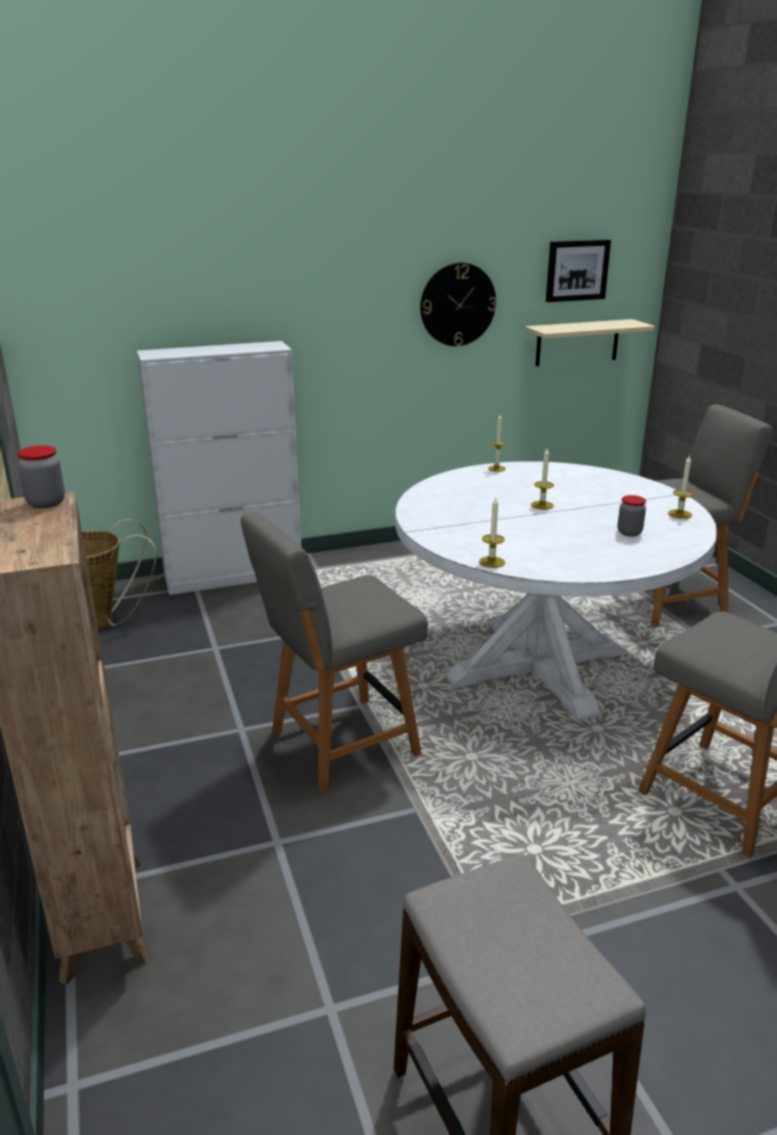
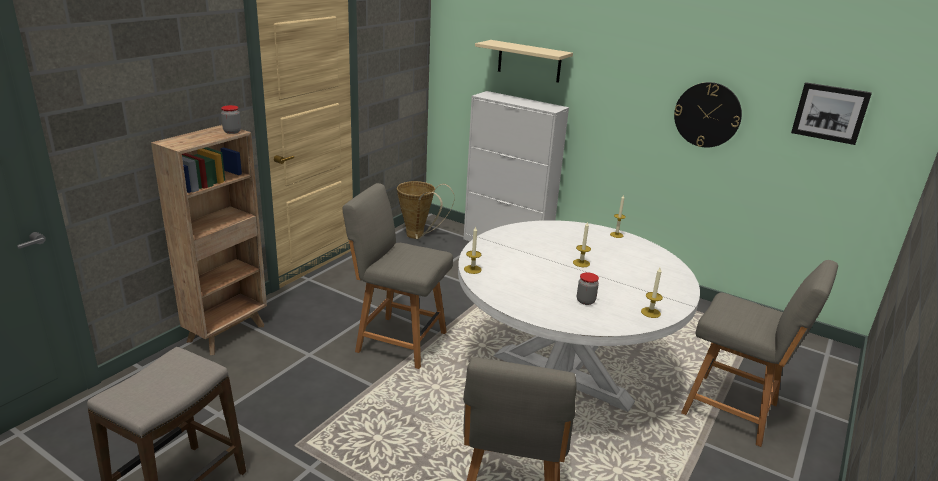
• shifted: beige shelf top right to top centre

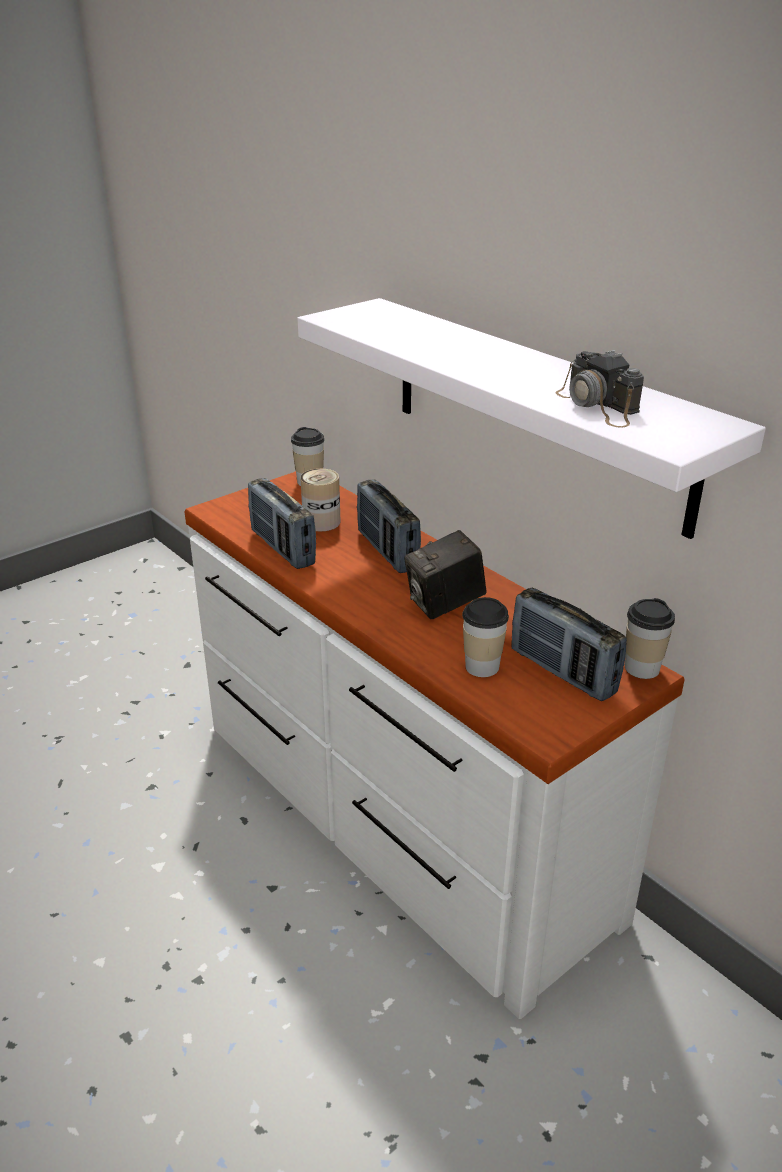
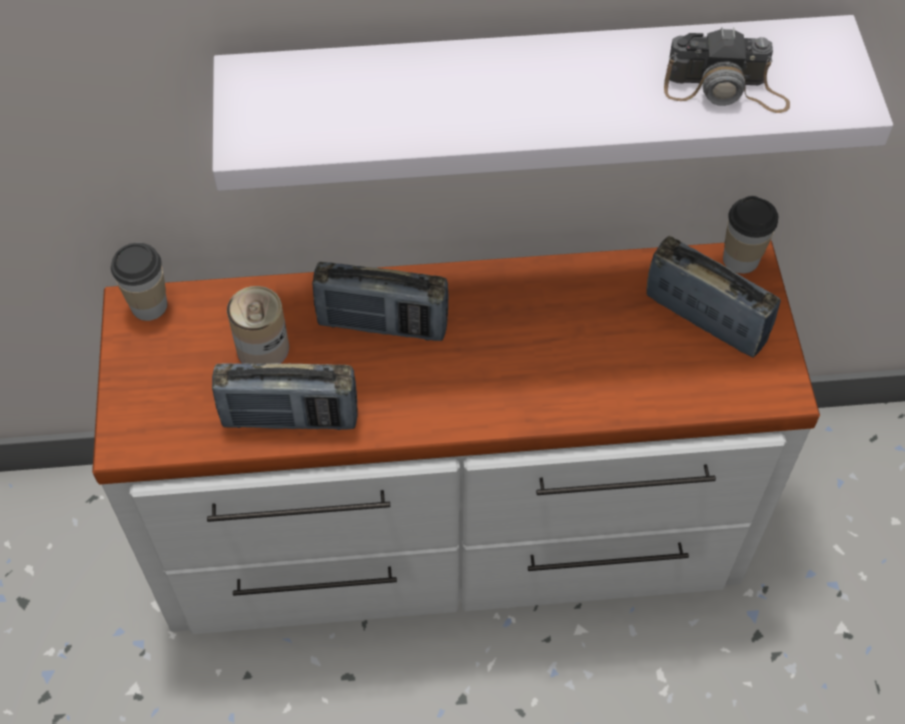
• rotated: radio (no. 3 from left) middle right = middle right 135 degrees counterclockwise
• gone: photo camera (no. 1 from left) centre
• gone: cup (no. 2 from left) centre

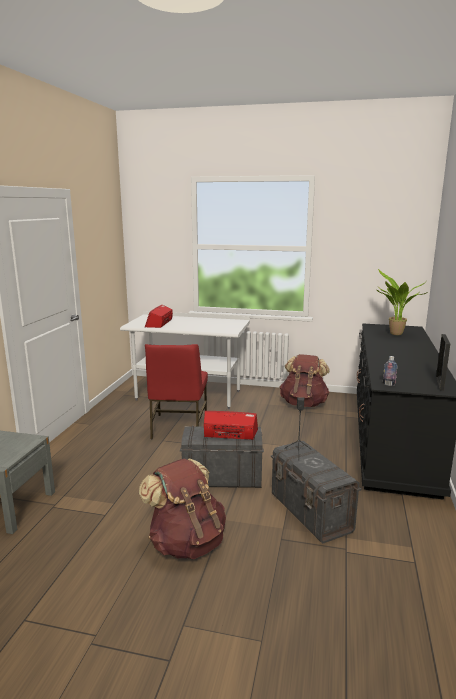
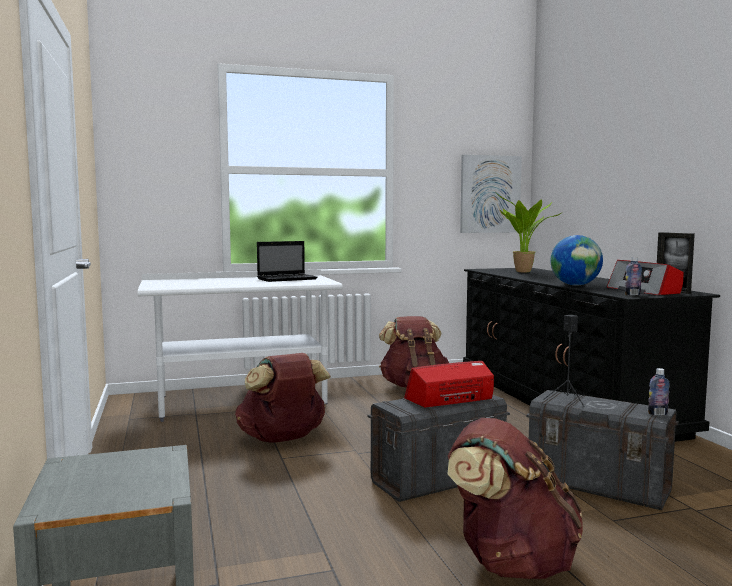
• swapped: red chair centre to brown backpack (no. 1 from left) bottom centre
• new: laptop centre
• new: picture top right
• new: globe middle right
• shifted: radio (no. 1 from left in the first image) centre to radio (no. 2 from left) middle right
• new: bottle (no. 2 from left) bottom right

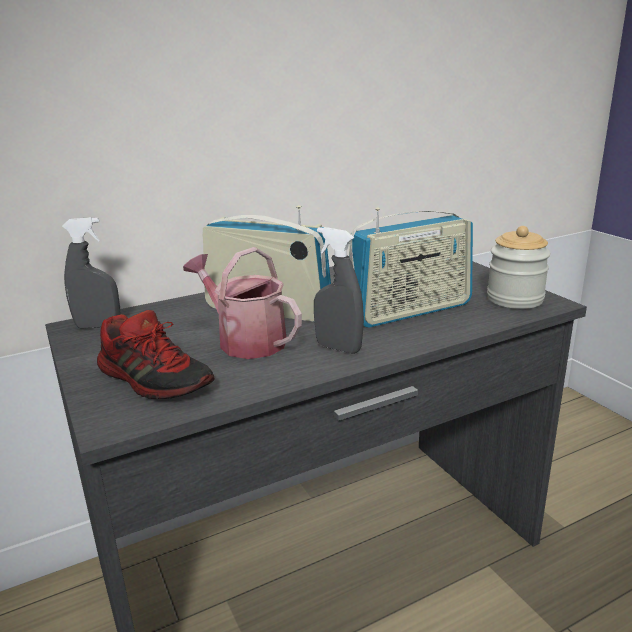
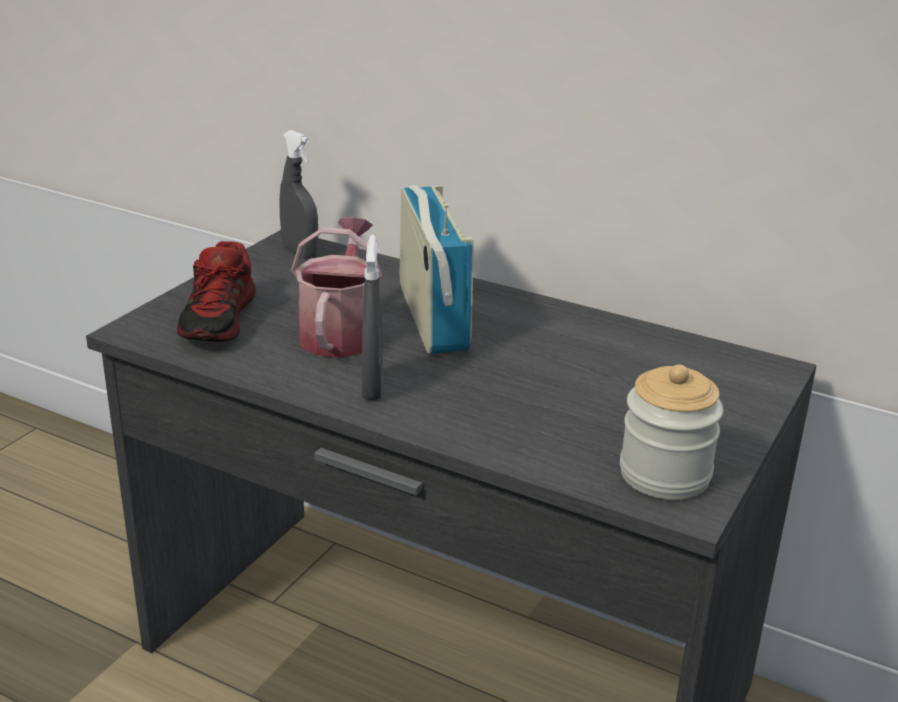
• gone: radio (no. 2 from left) centre

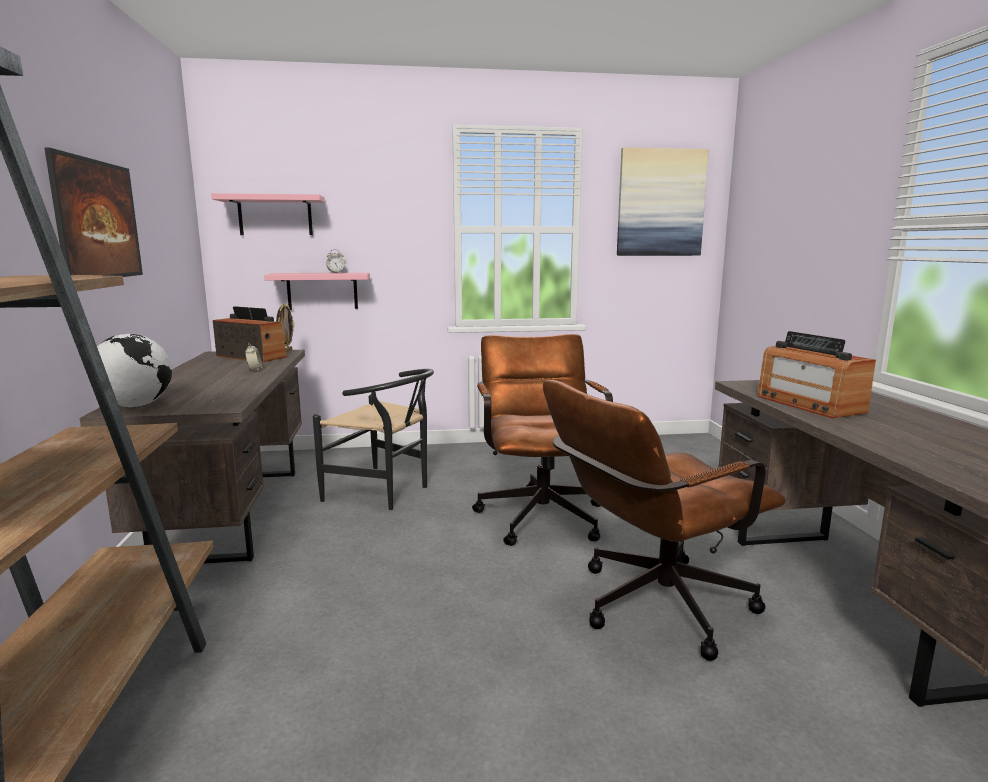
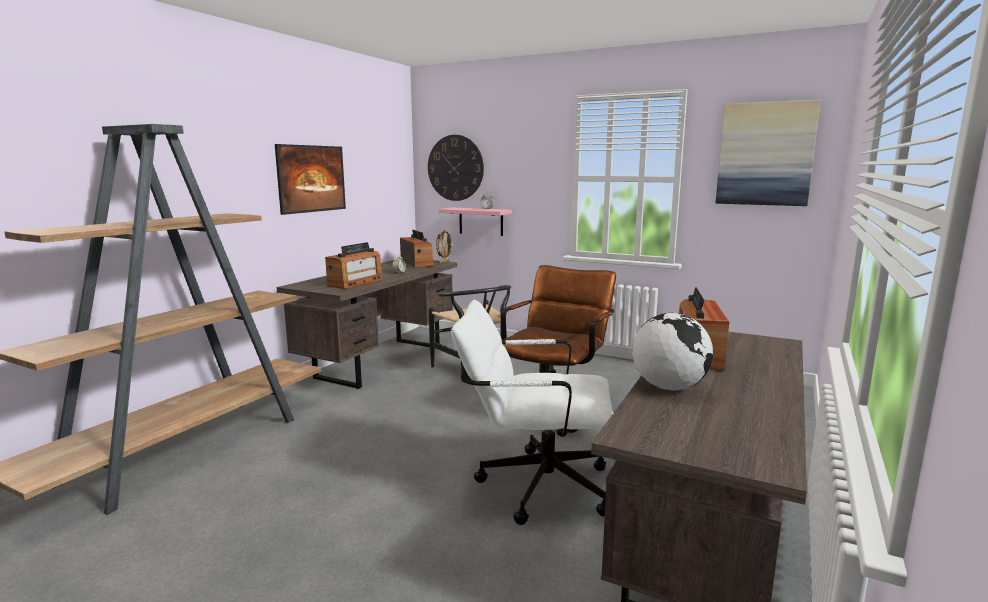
• new: radio (no. 1 from left) centre
• swapped: pink shelf (no. 1 from left) top left to wall clock top centre
• repainted: brown office chair (no. 2 from left) middle right to white office chair bottom centre
• shifted: globe middle left to middle right

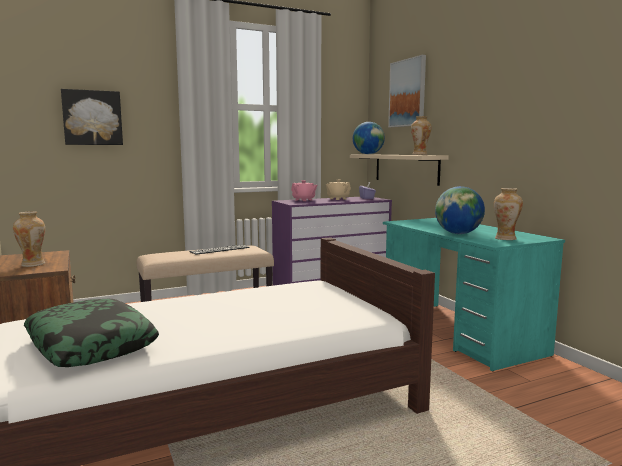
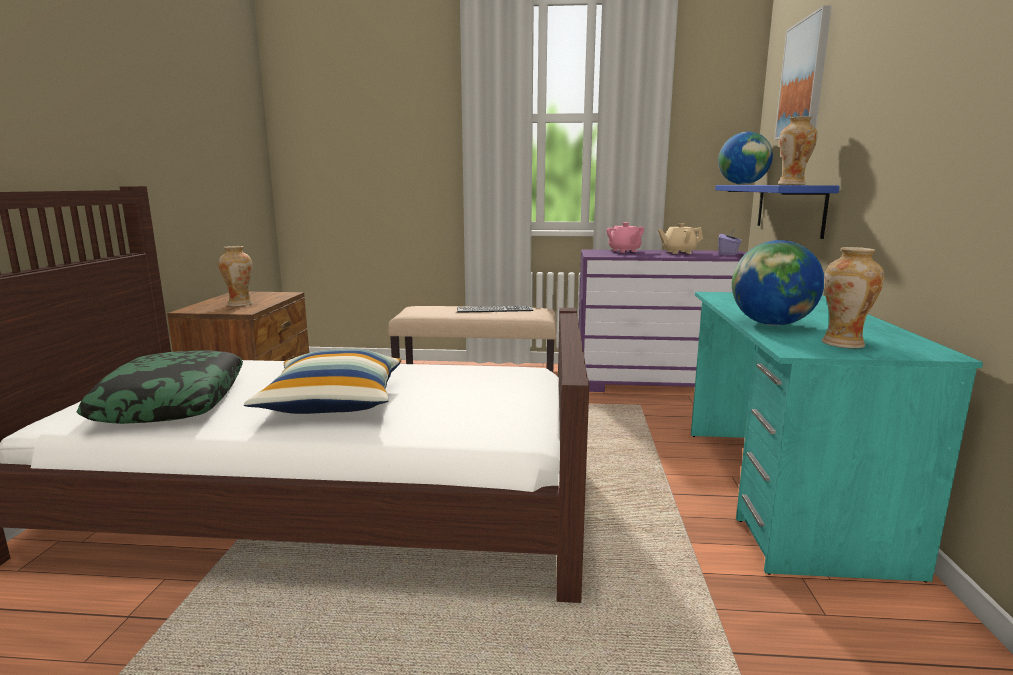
• new: pillow (no. 2 from left) middle left
• repainted: beige shelf centre to blue shelf top right
• gone: picture (no. 1 from left) top left

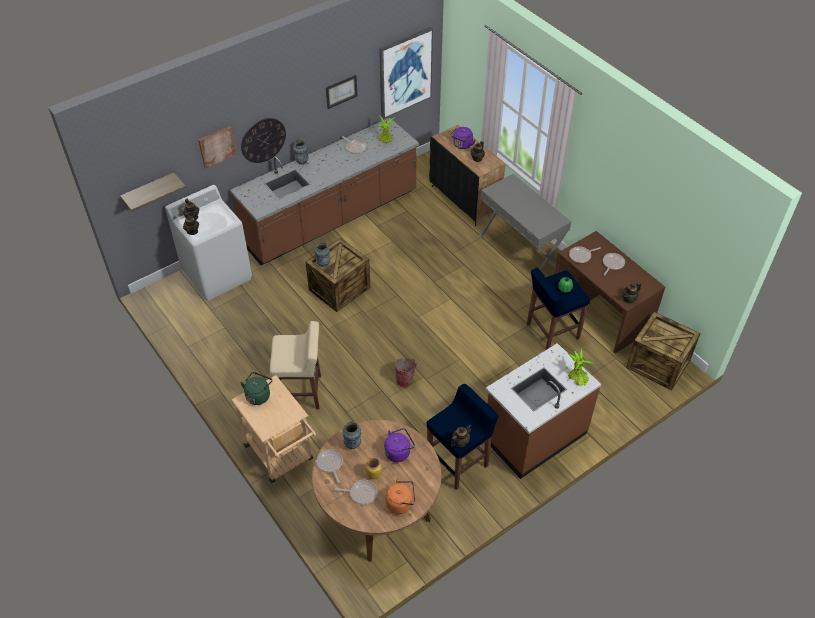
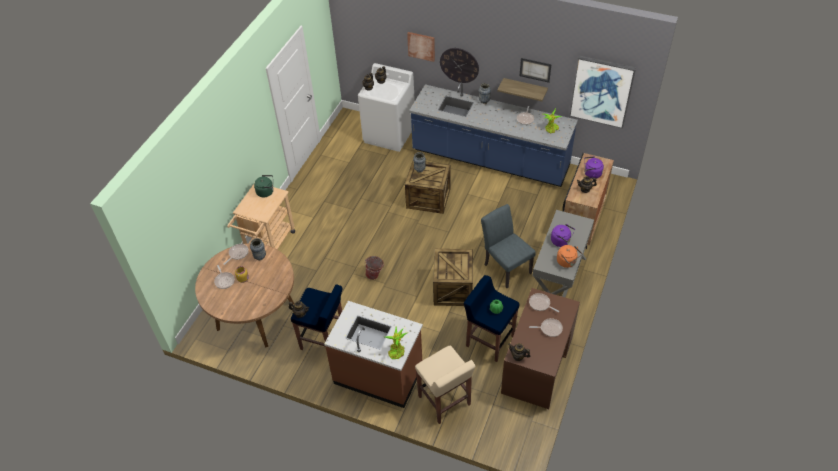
• repainted: brown counter (no. 1 from left) top centre to blue counter top centre
• shifted: beige stool centre to bottom centre
• shifted: crate (no. 2 from left) middle right to centre
• new: grey chair centre
• shifted: shelf top left to top centre
• shifted: purple kettle (no. 1 from left) bottom centre to middle right
• shifted: orange kettle bottom centre to middle right

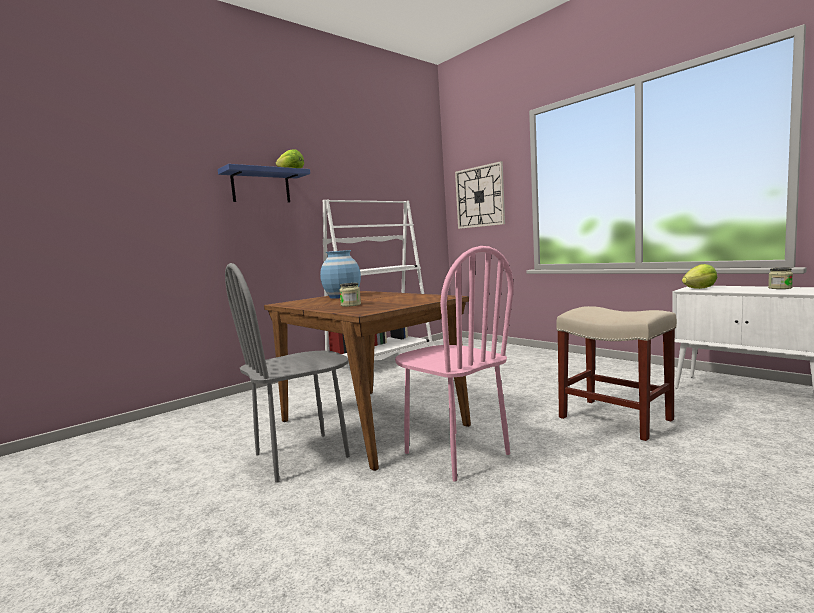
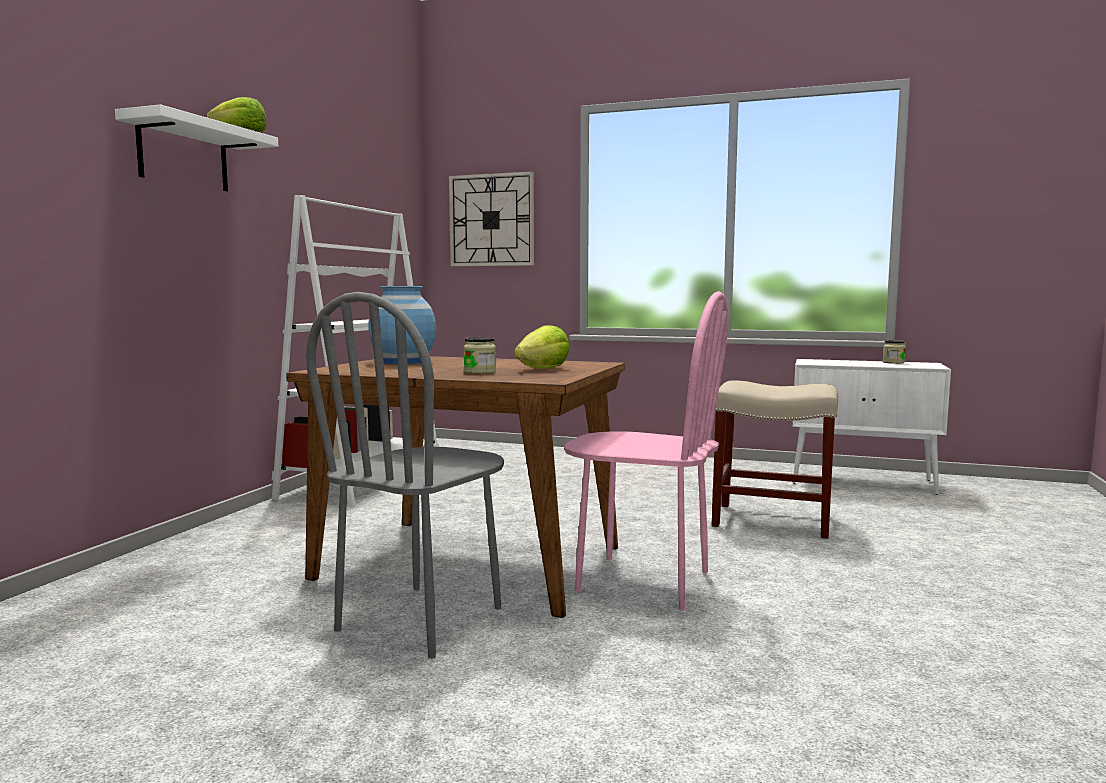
• repainted: blue shelf top left to white shelf top left
• shifted: lettuce (no. 2 from left) middle right to centre

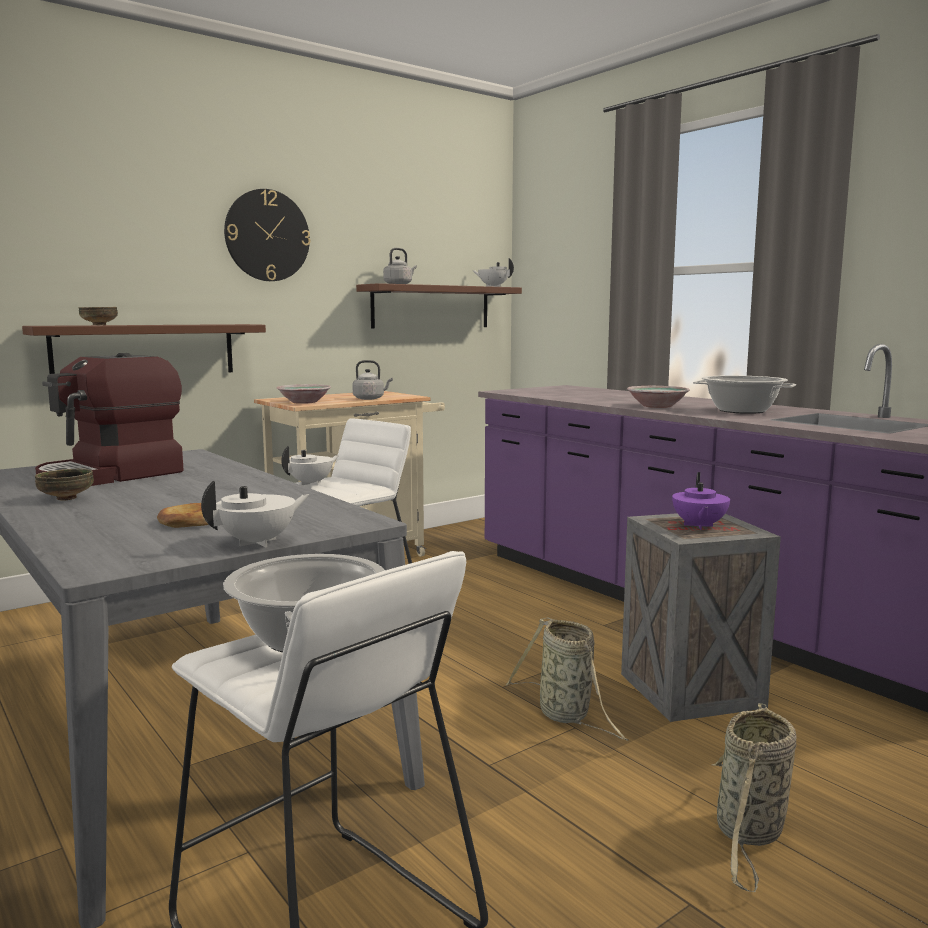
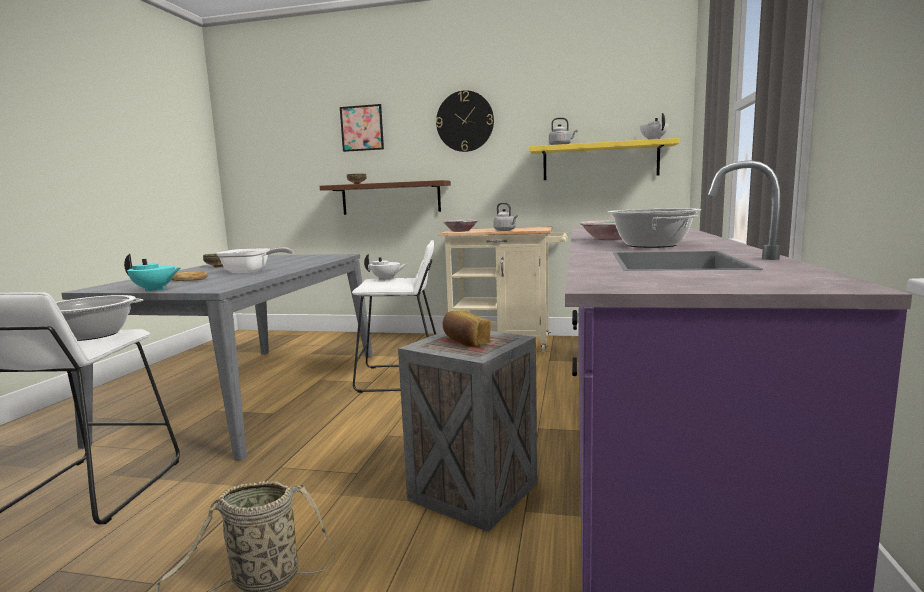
• repainted: white teapot (no. 1 from left) middle left to turquoise teapot middle left
• new: frying pan middle left
• new: picture top centre
• swapped: purple teapot middle right to bread (no. 2 from left) centre
• repainted: brown shelf (no. 2 from left) top centre to yellow shelf top centre
• gone: coffee machine middle left
• gone: basket (no. 1 from left) bottom centre

